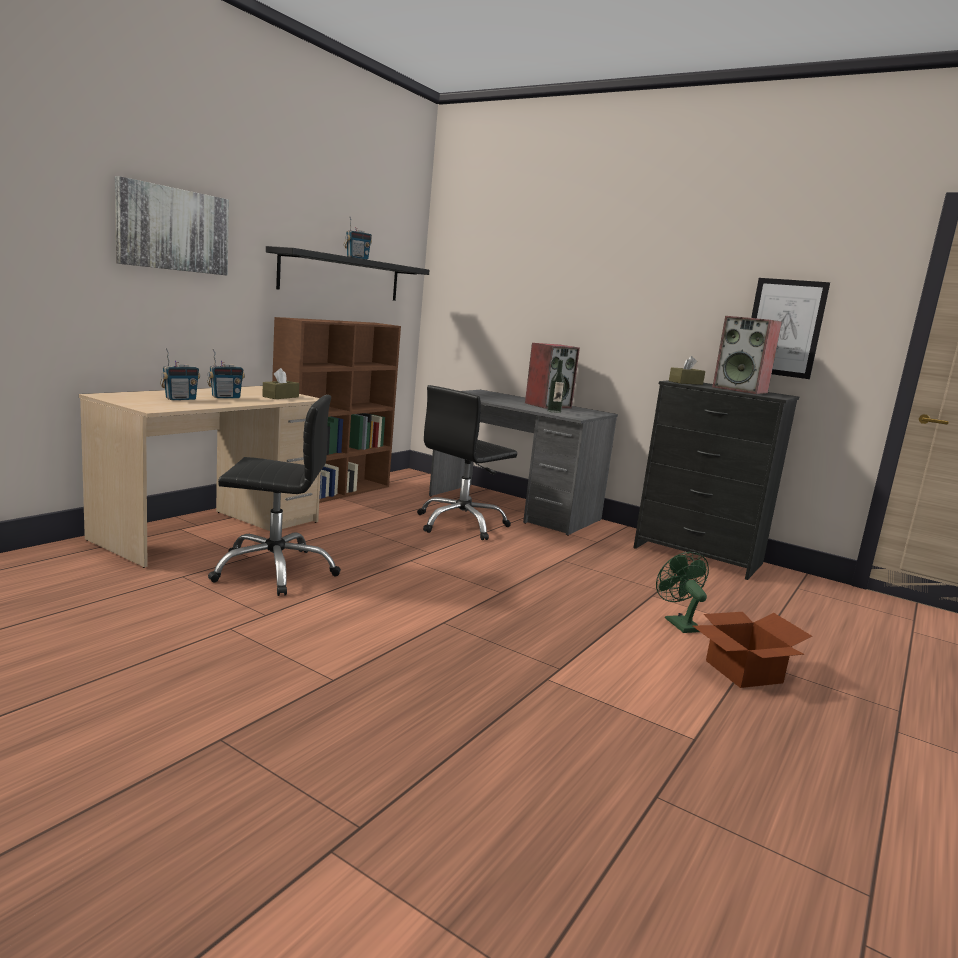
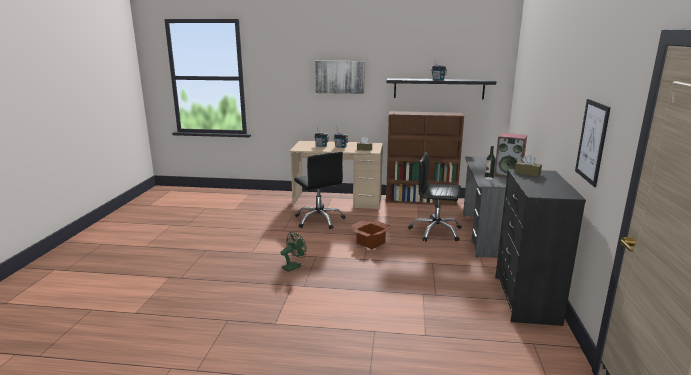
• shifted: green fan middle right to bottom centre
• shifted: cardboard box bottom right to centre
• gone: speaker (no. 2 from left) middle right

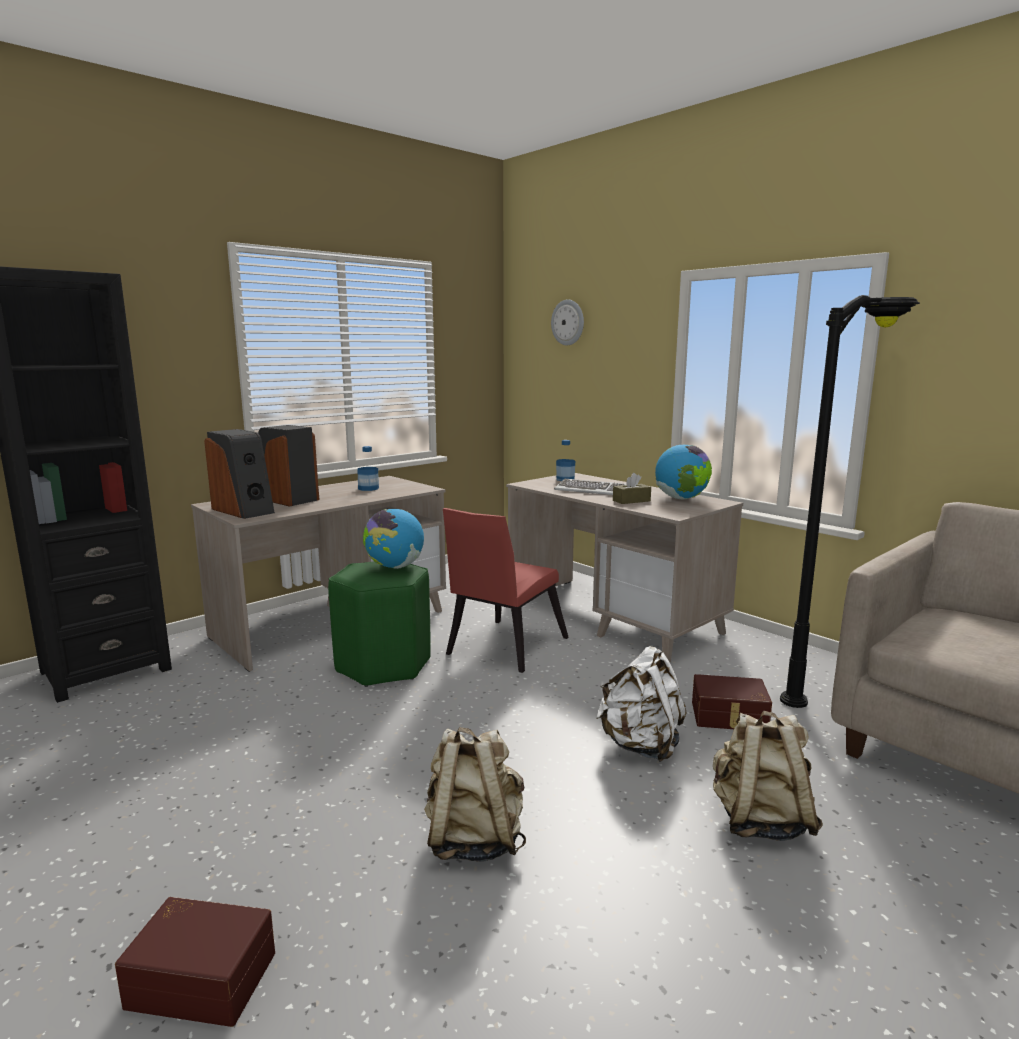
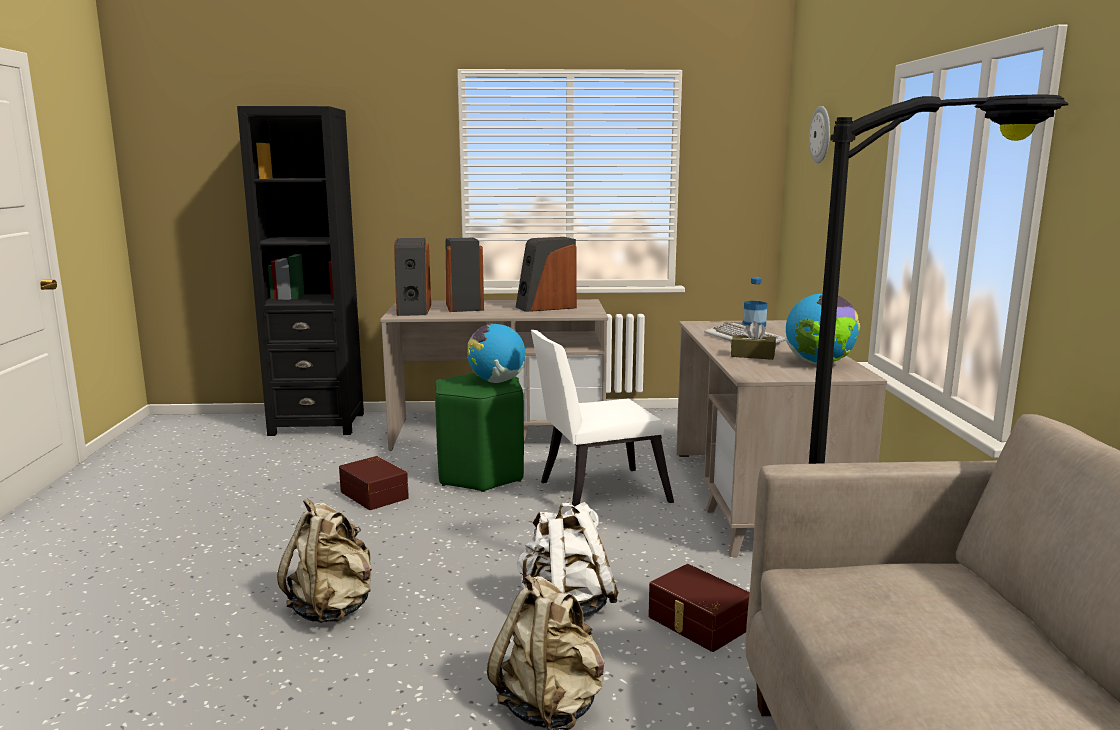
• shifted: brown storage box (no. 1 from left) bottom left to centre
• swapped: bottle (no. 1 from left) centre to speaker (no. 3 from left) centre
• repainted: red chair centre to white chair centre

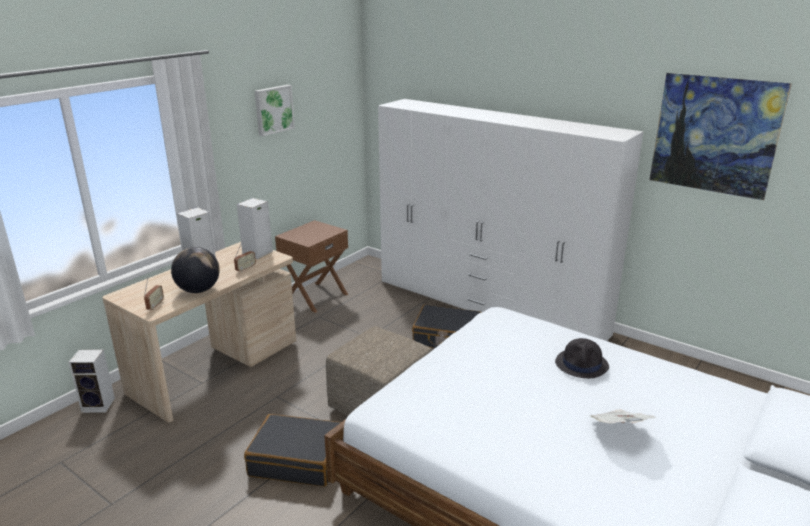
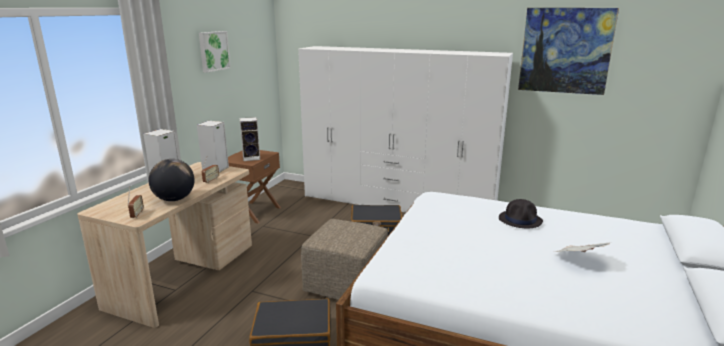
• shifted: speaker (no. 1 from left in the first image) bottom left to speaker (no. 3 from left) centre

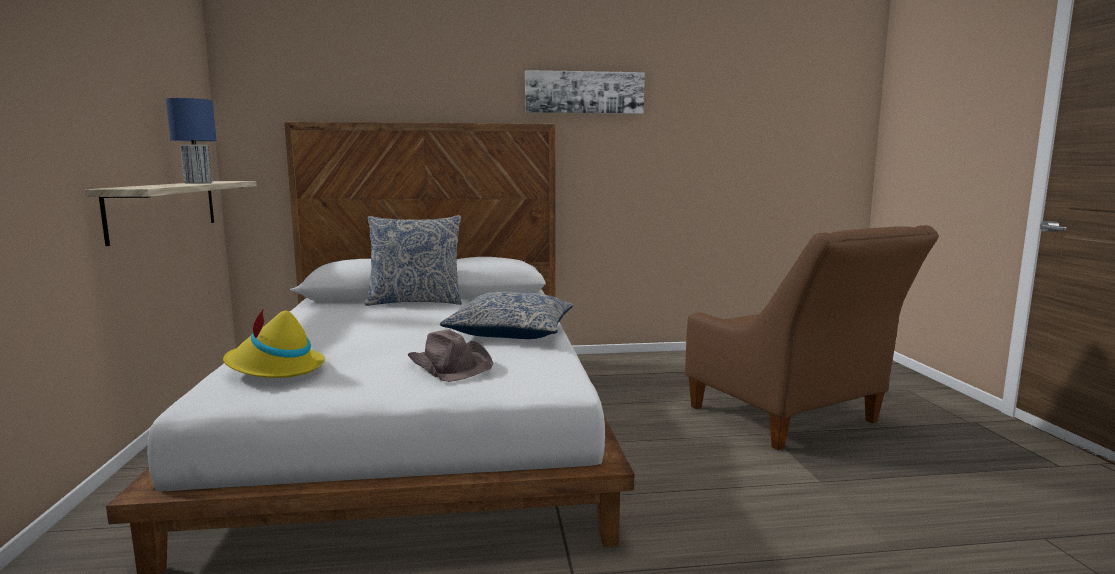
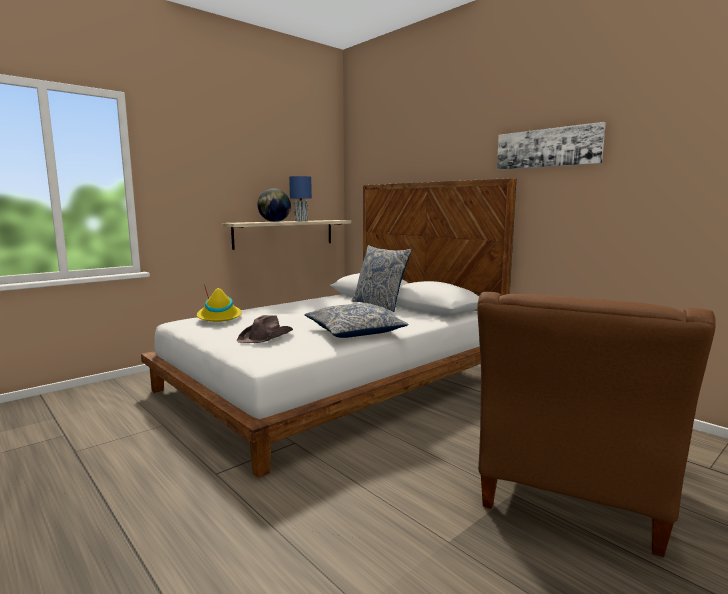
• new: globe centre

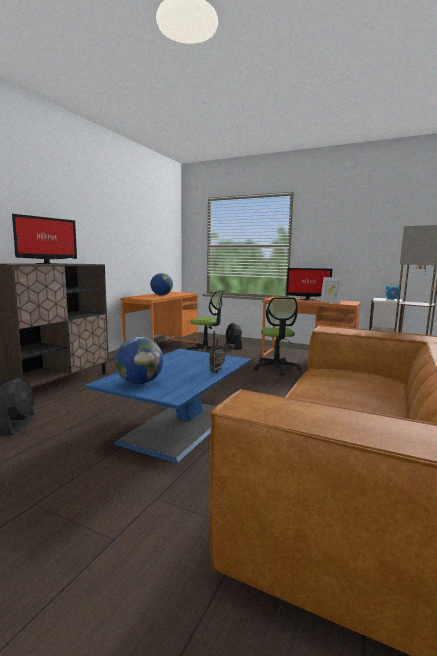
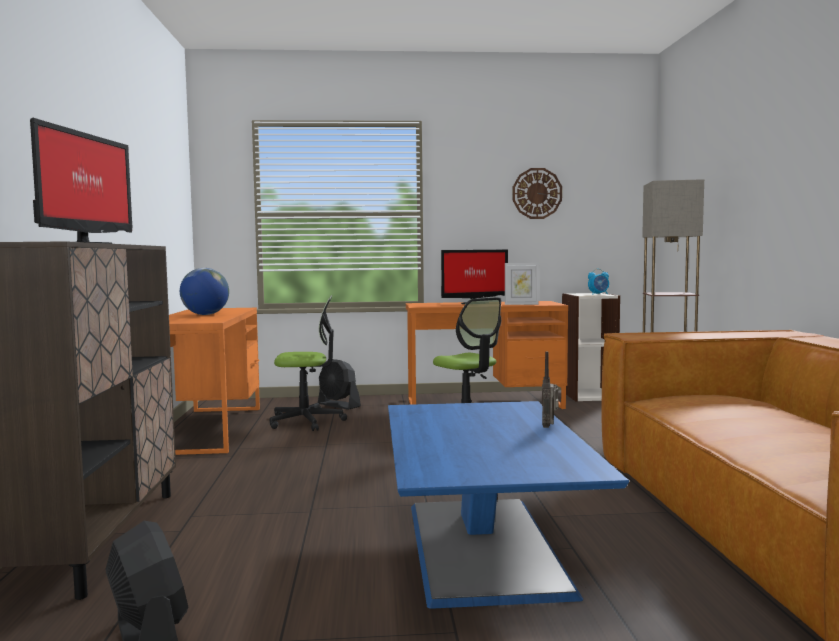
• new: wall clock top centre
• gone: globe (no. 1 from left) middle left

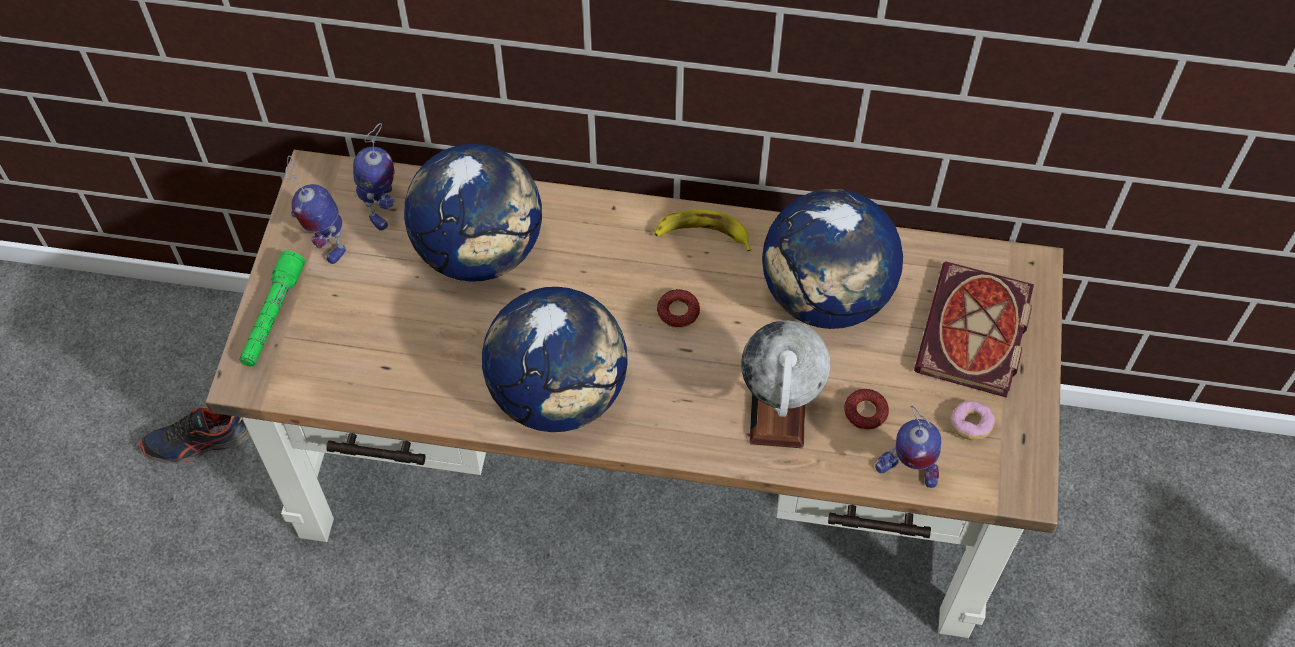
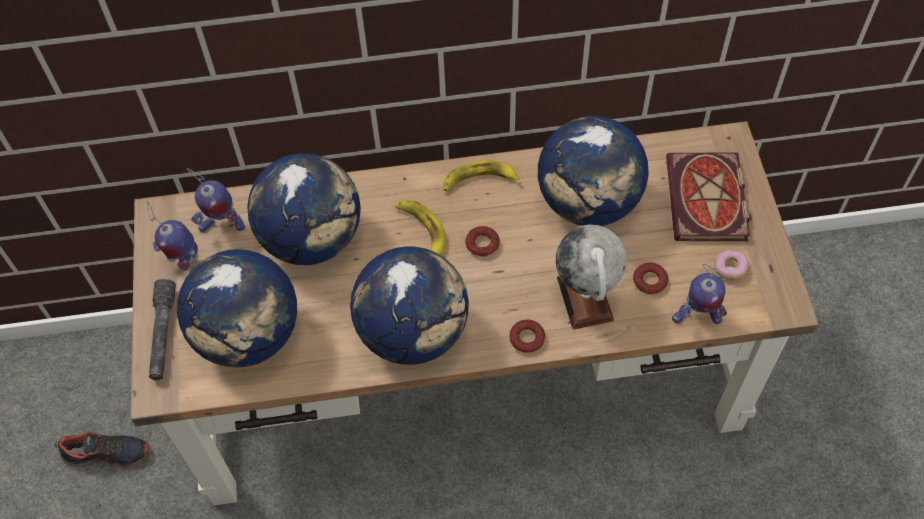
• rotated: shoe bottom left = bottom left 150 degrees counterclockwise
• repainted: green flashlight middle left to grey flashlight middle left
• new: globe (no. 1 from left) middle left
• rotated: toy robot (no. 2 from left) top left = middle left 105 degrees clockwise
• new: banana (no. 1 from left) centre
• new: donut (no. 2 from left) centre

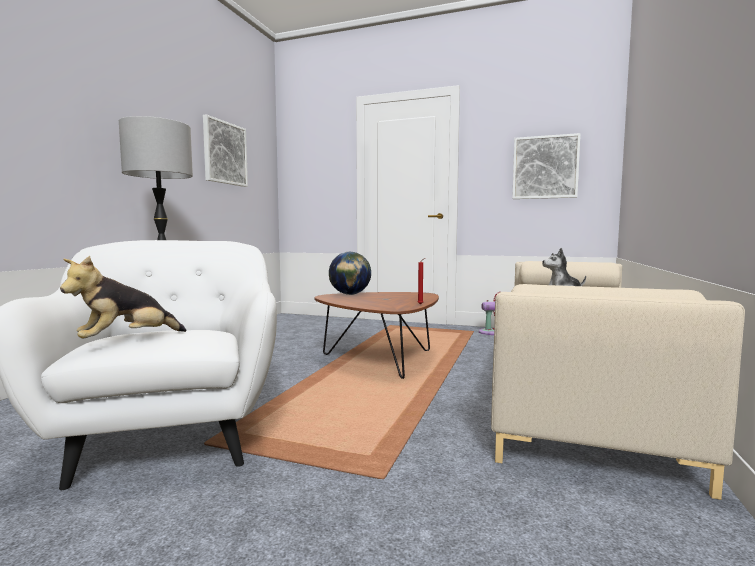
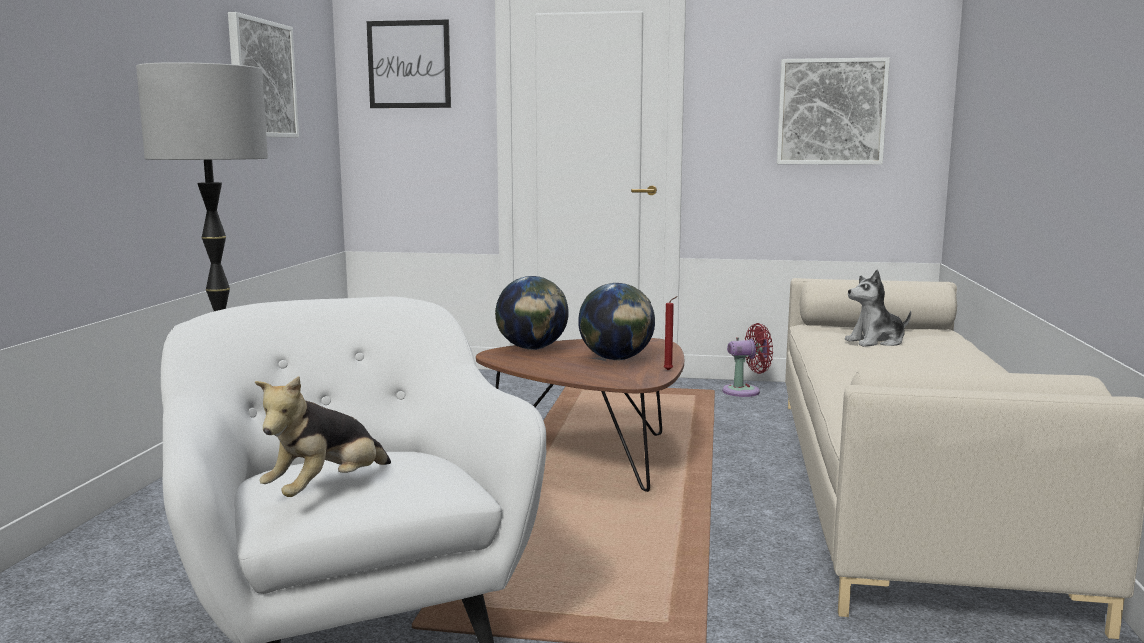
• new: picture (no. 2 from left) top centre
• new: globe (no. 2 from left) centre

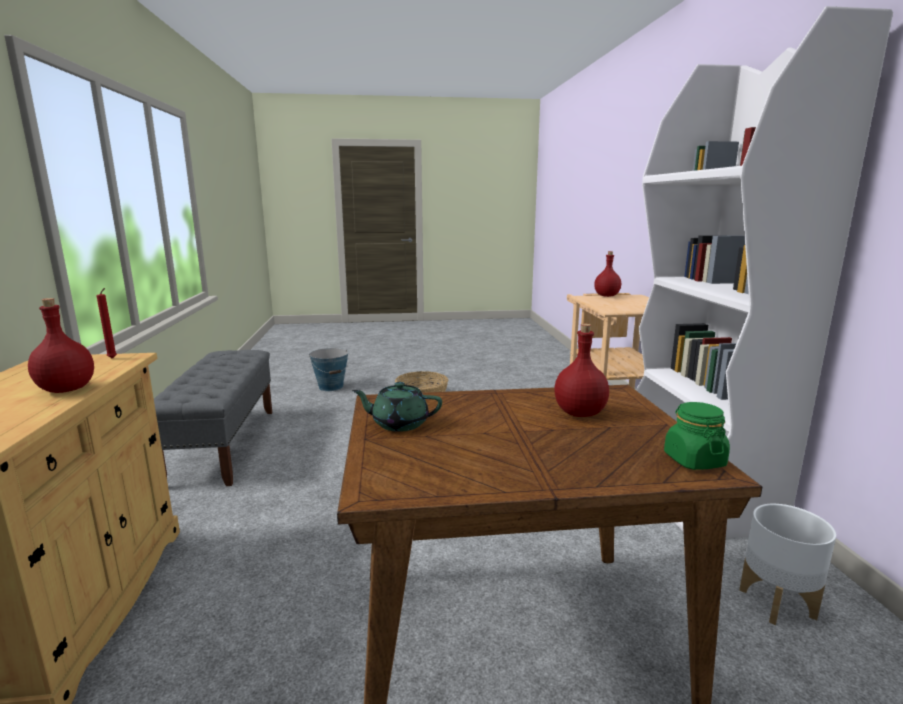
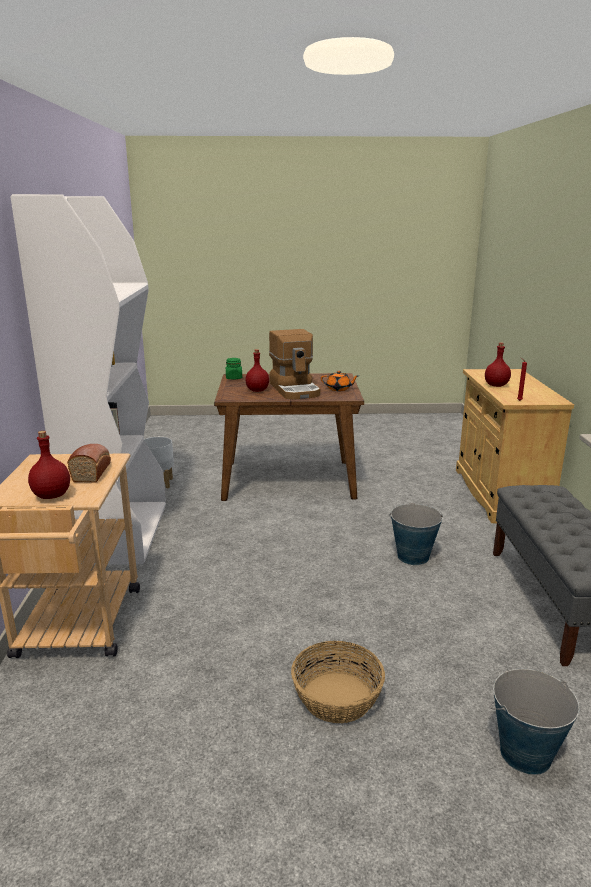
• new: bread middle left
• new: coffee machine centre
• repainted: green teapot centre to orange teapot centre
• new: bucket (no. 1 from left) middle right

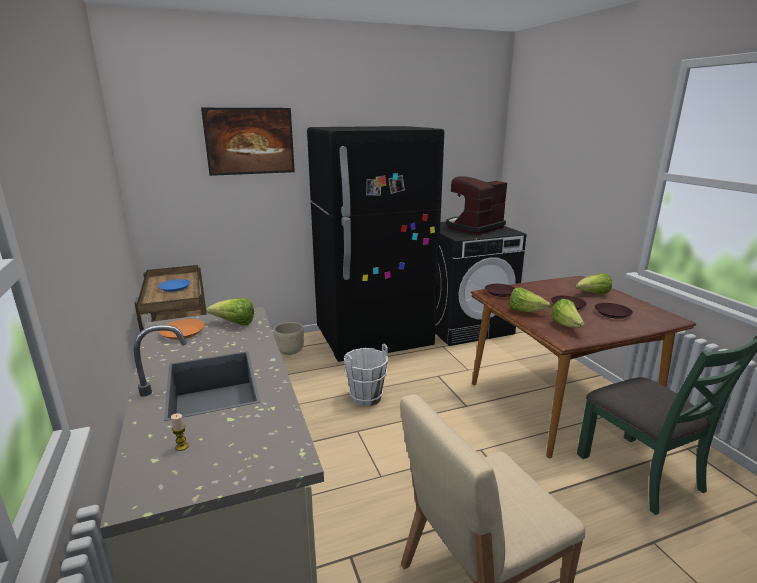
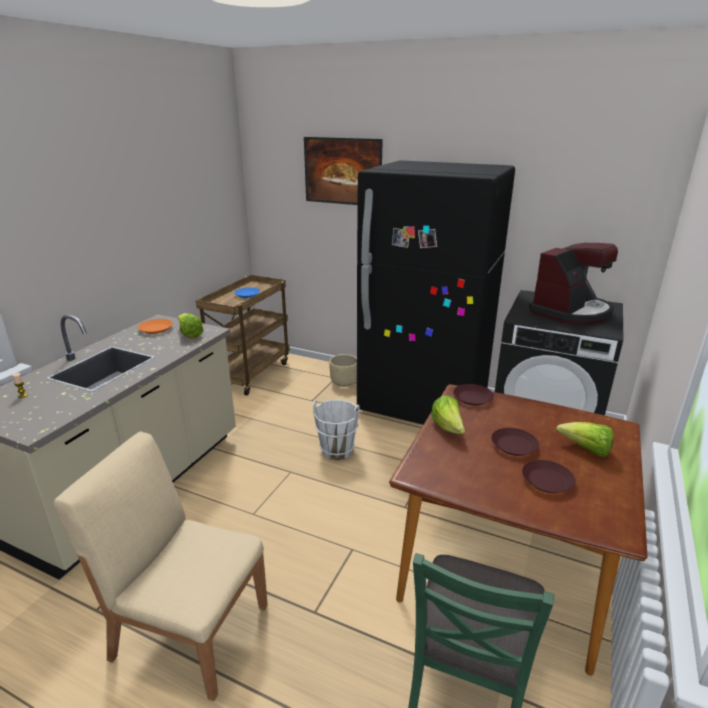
• rotated: coffee machine centre = middle right 135 degrees clockwise
• gone: lettuce (no. 3 from left) middle right

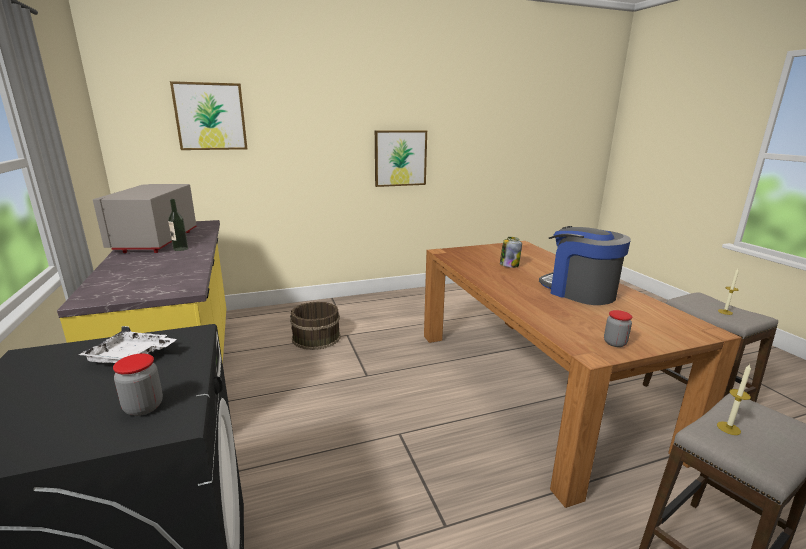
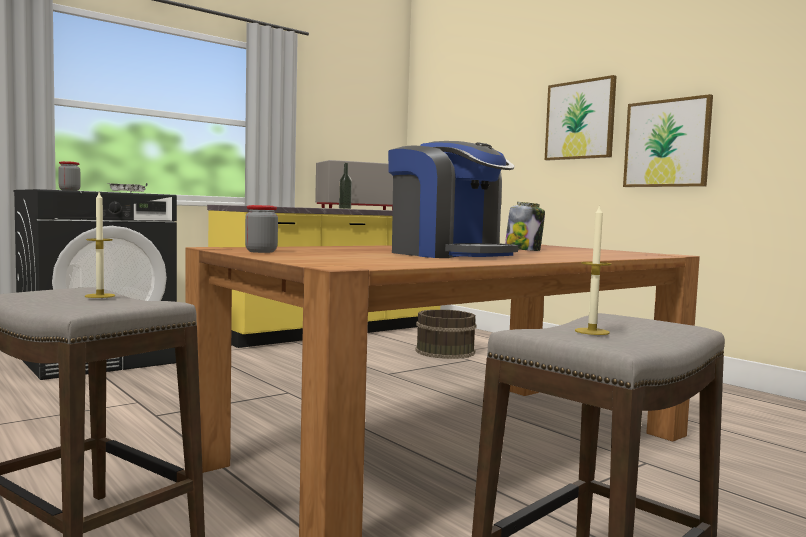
• rotated: coffee machine middle right = centre 105 degrees clockwise
• shifted: picture (no. 1 from left) top left to top right

